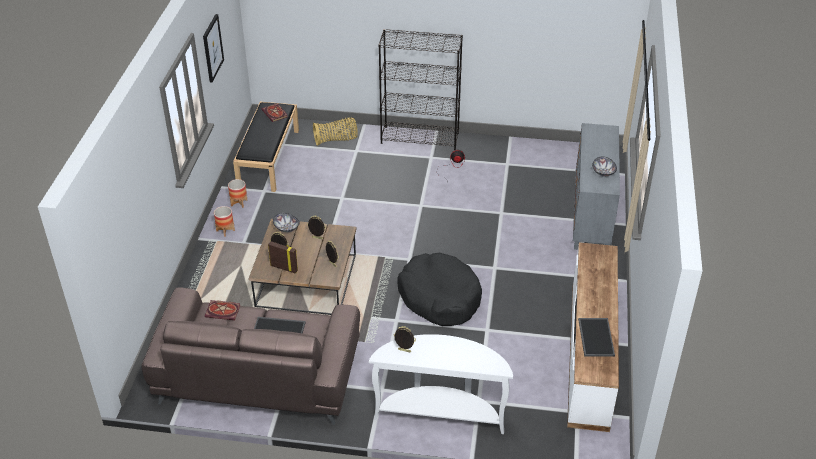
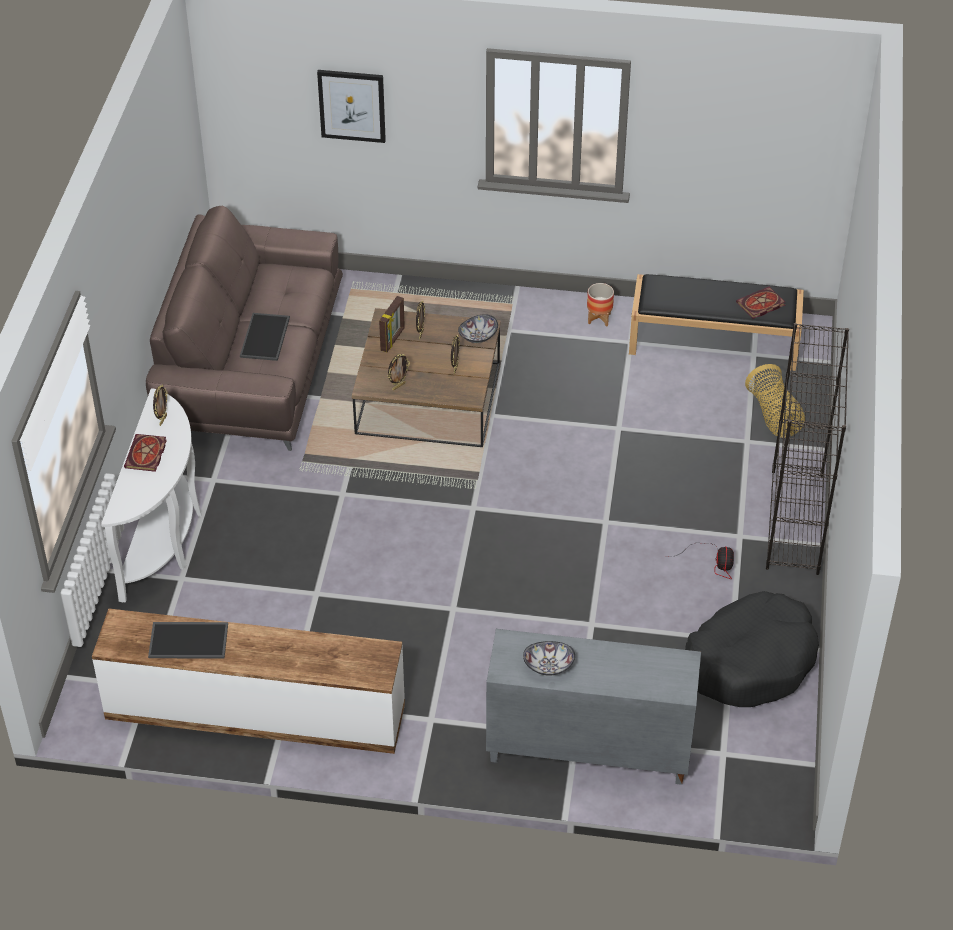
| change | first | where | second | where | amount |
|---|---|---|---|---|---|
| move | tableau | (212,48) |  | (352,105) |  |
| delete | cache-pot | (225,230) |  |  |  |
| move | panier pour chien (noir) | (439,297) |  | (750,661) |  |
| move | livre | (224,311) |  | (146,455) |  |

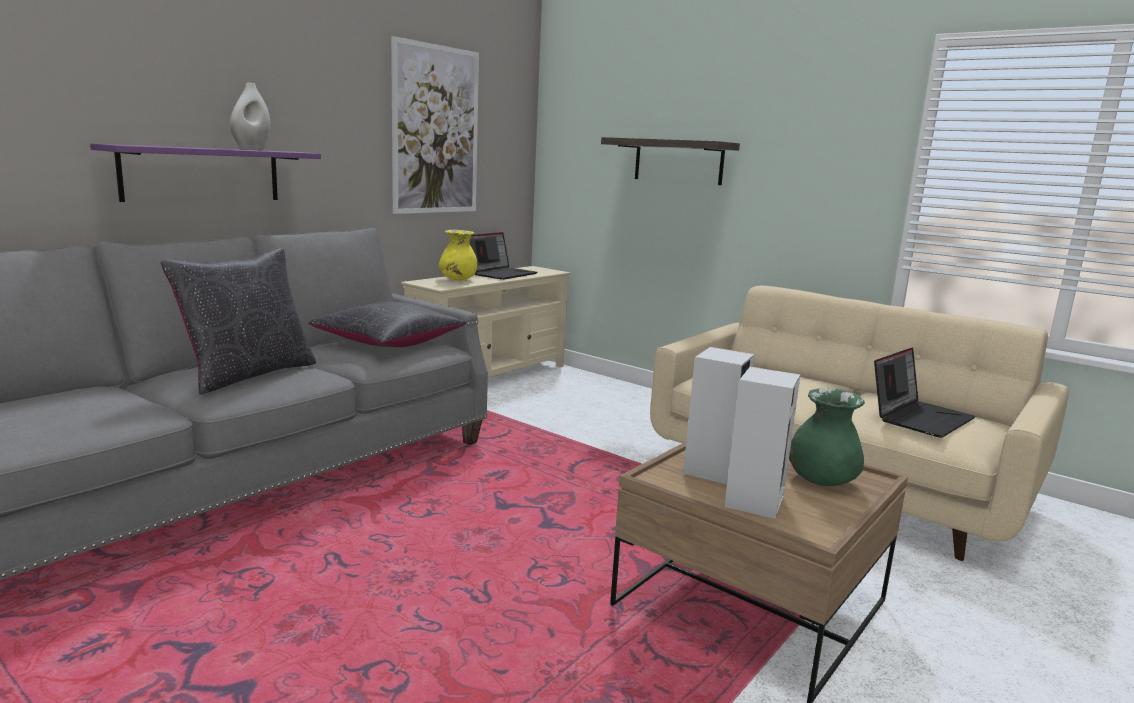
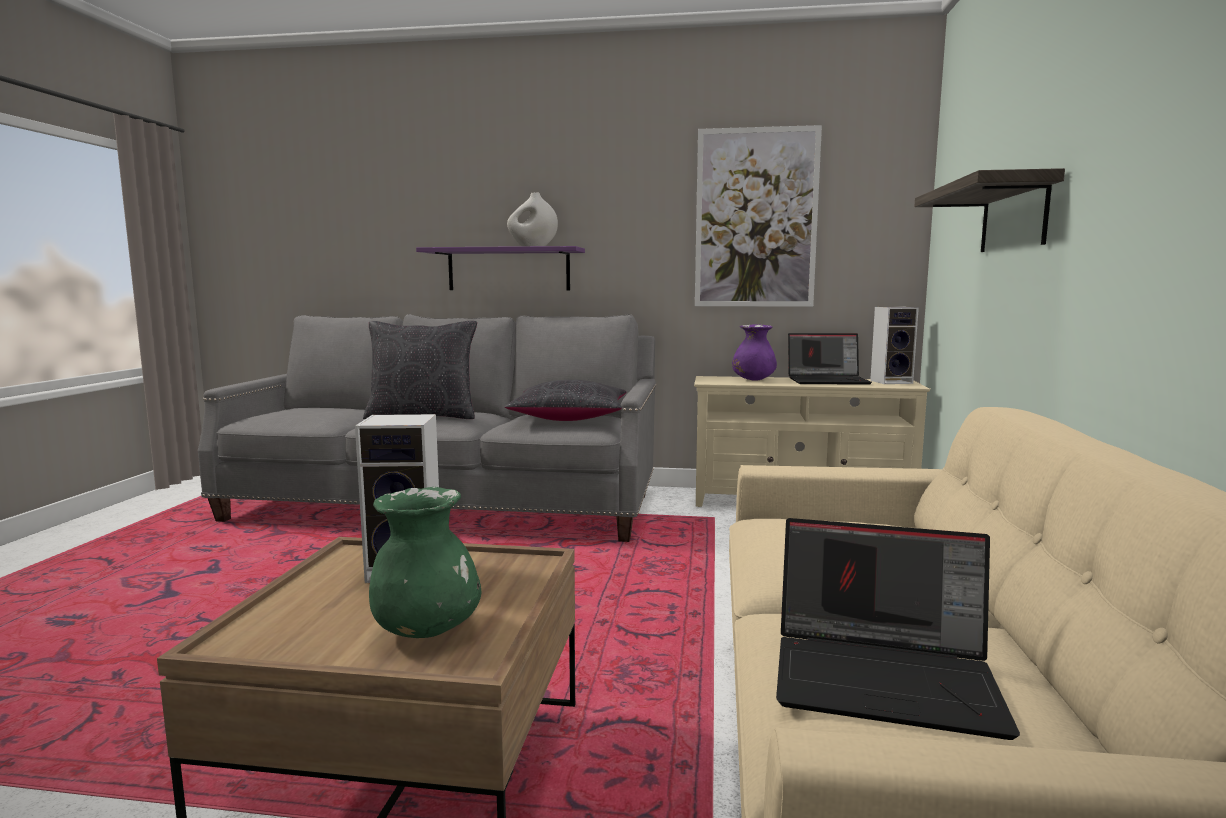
| change | first | where | second | where | amount |
|---|---|---|---|---|---|
| recolor | vase (jaune) | (458,280) | vase (violet) | (753,380) |  |
| move | enceinte | (753,500) |  | (892,382) |  |

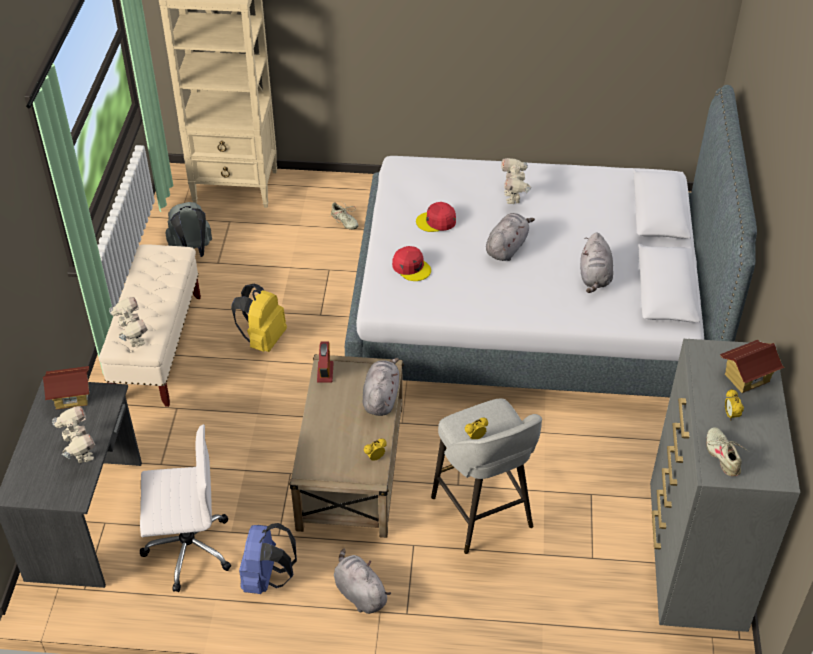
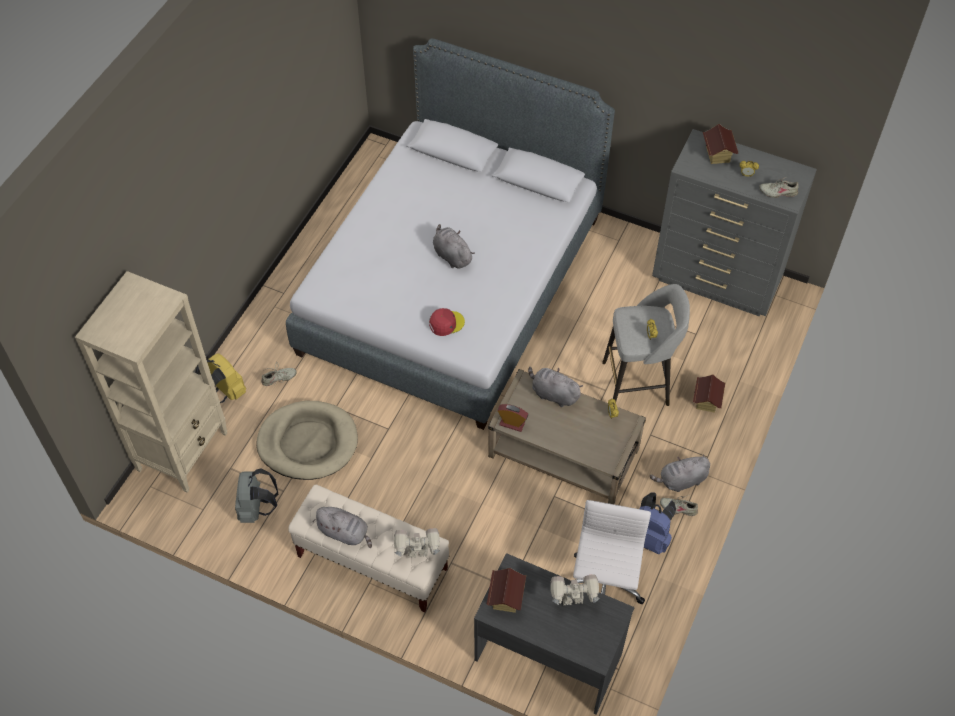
| change | first | where | second | where | amount |
|---|---|---|---|---|---|
| delete | robot jouet | (513,197) |  |  |  |
| delete | casquette (rouge) | (436,221) |  |  |  |
| move | peluche (gris) | (594,277) |  | (345,533) |  |
| move | sac à dos (jaune) | (263,339) |  | (225,392) |  |
| insert |  |  | maison miniature | (706,401) |  |
| insert |  |  | panier pour chien (beige) | (308,442) |  |
| insert |  |  | chaussure (beige) | (678,508) |  |

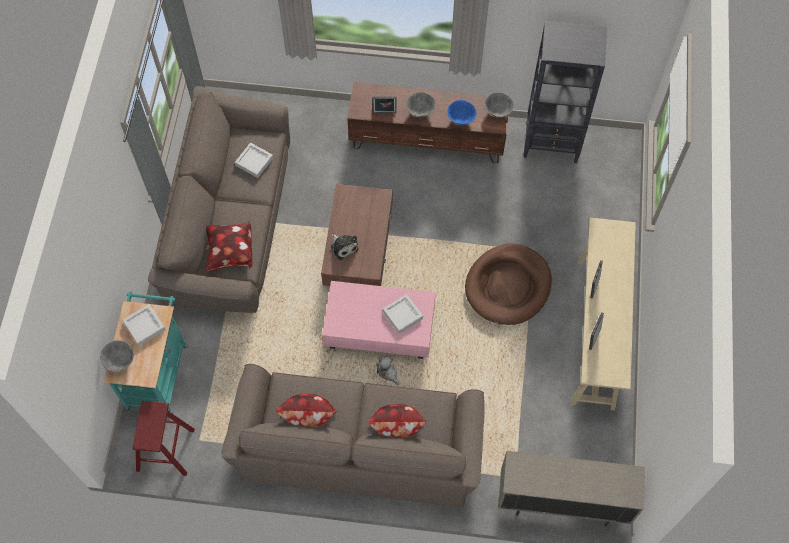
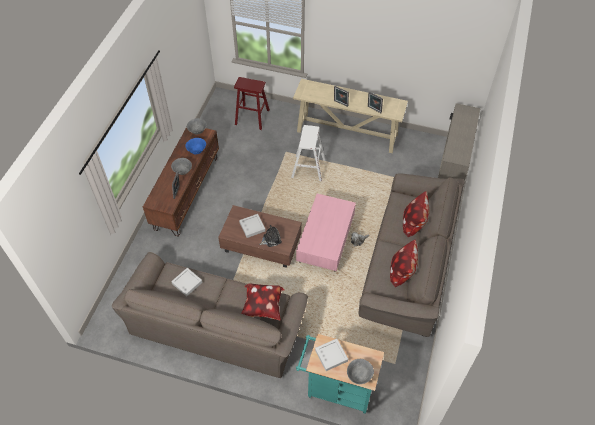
| change | first | where | second | where | amount |
|---|---|---|---|---|---|
| delete | bibliothèque (noir) | (552,143) |  |  |  |
| replace | panier pour chien (marron) | (508,286) | tabouret (blanc) | (308,168) |  |
| move | plateau (gris) | (402,315) |  | (252,227) |  |
| move | tabouret (rouge) | (165,450) |  | (252,117) |  |

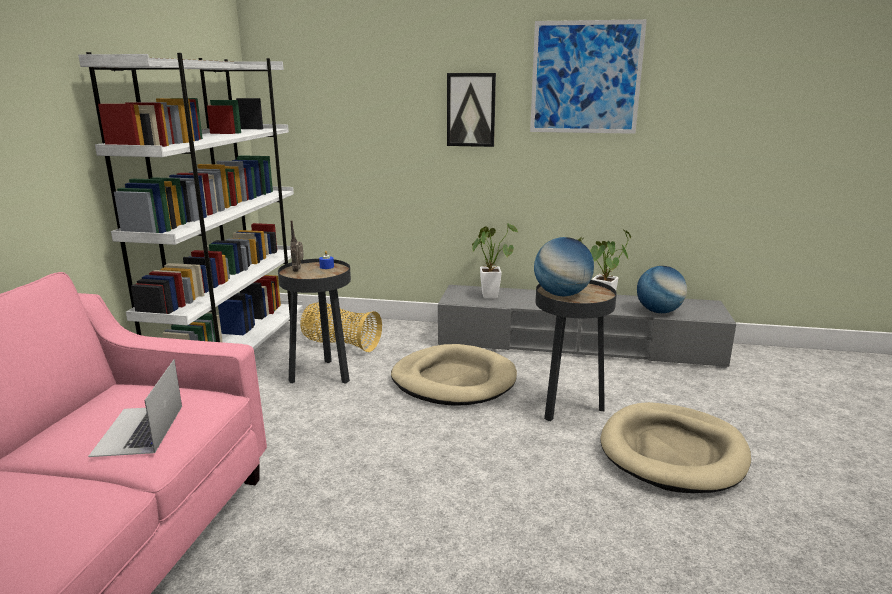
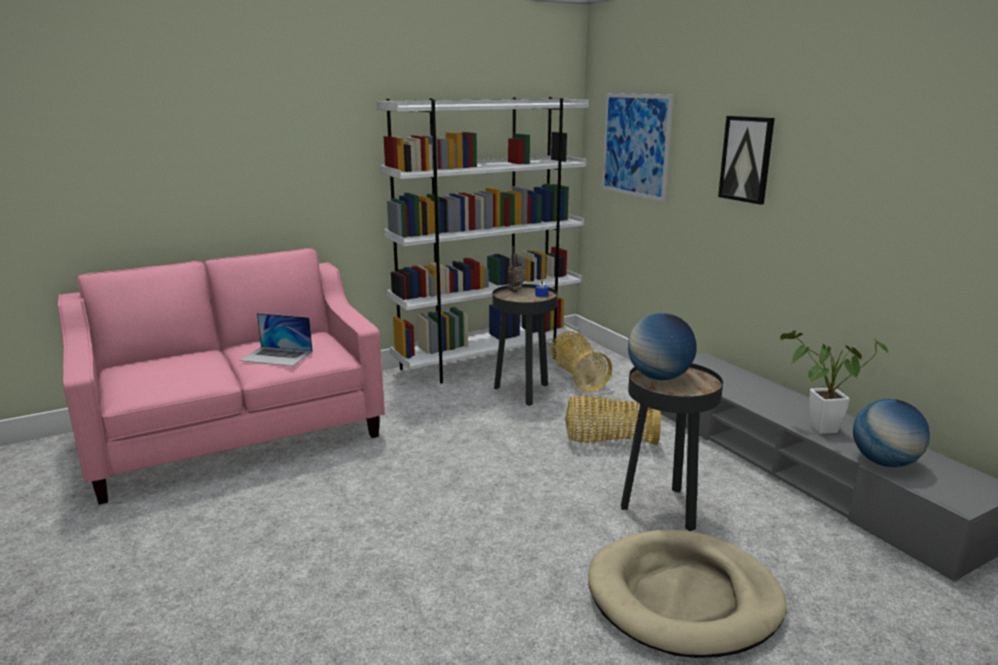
| change | first | where | second | where | amount |
|---|---|---|---|---|---|
| move | tableau | (585,78) |  | (635,145) |  |
| delete | plante en pot | (489,295) |  |  |  |
| replace | panier pour chien (beige) | (453,380) | panier | (609,441) |  |
| rotate | ordinateur portable | (139,430) |  | (277,356) | 120 degrees counterclockwise |

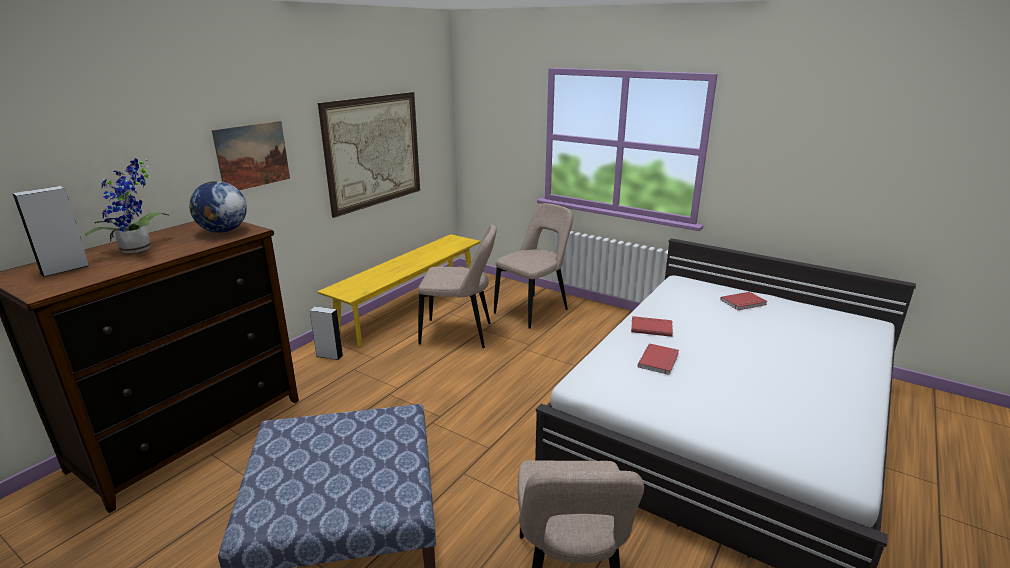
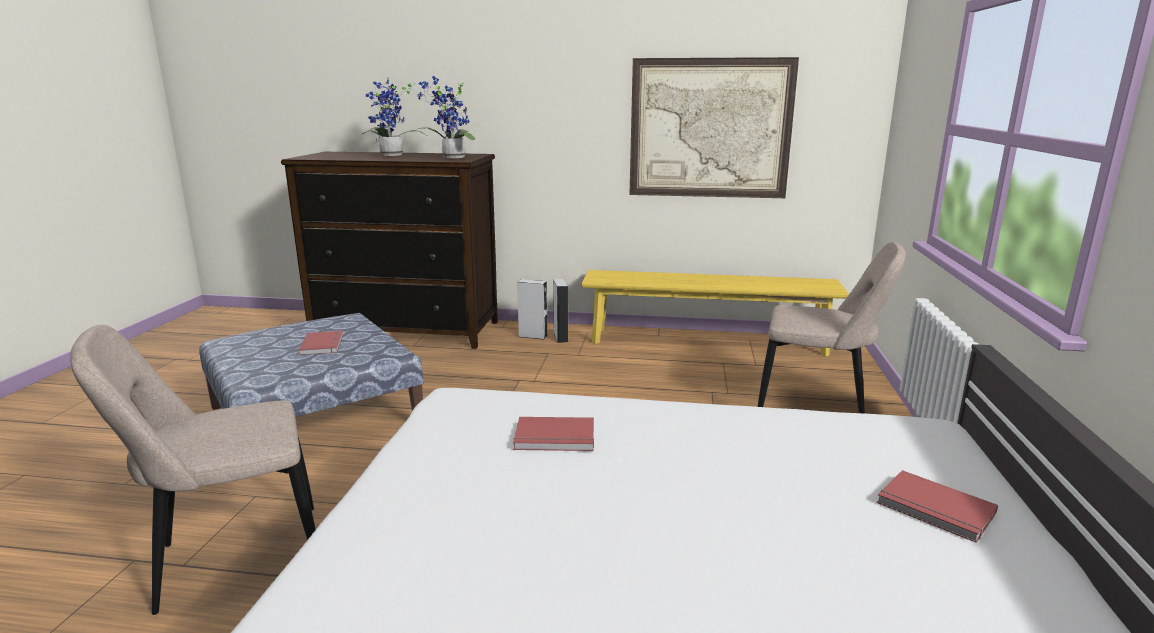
| change | first | where | second | where | amount |
|---|---|---|---|---|---|
| delete | tableau | (253,156) |  |  |  |
| replace | globe | (223,231) | plante en pot | (451,158) |  |
| move | enceinte (gris) | (65,269) |  | (533,336) |  |
| delete | chaise (beige) | (460,334) |  |  |  |
| move | livre (rouge) | (651,327) |  | (323,344) |  |

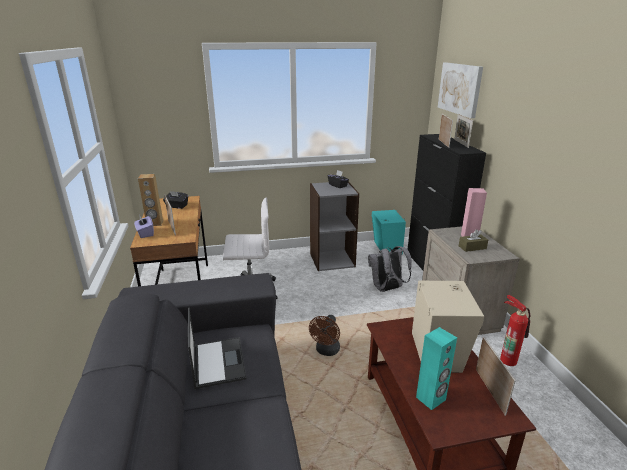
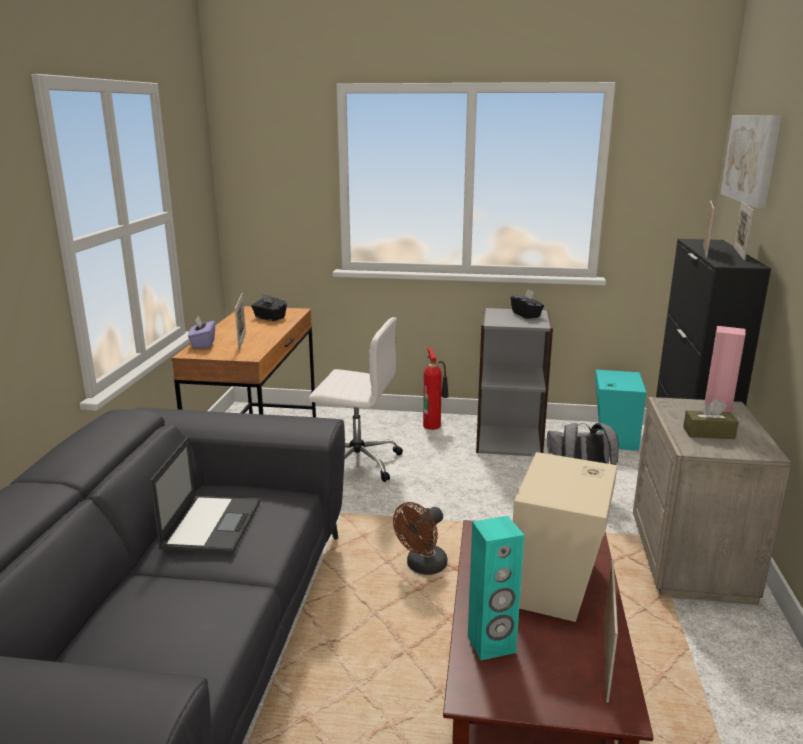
| change | first | where | second | where | amount |
|---|---|---|---|---|---|
| delete | enceinte (marron) | (155,223) |  |  |  |
| move | extincteur | (508,359) |  | (433,425) |  |

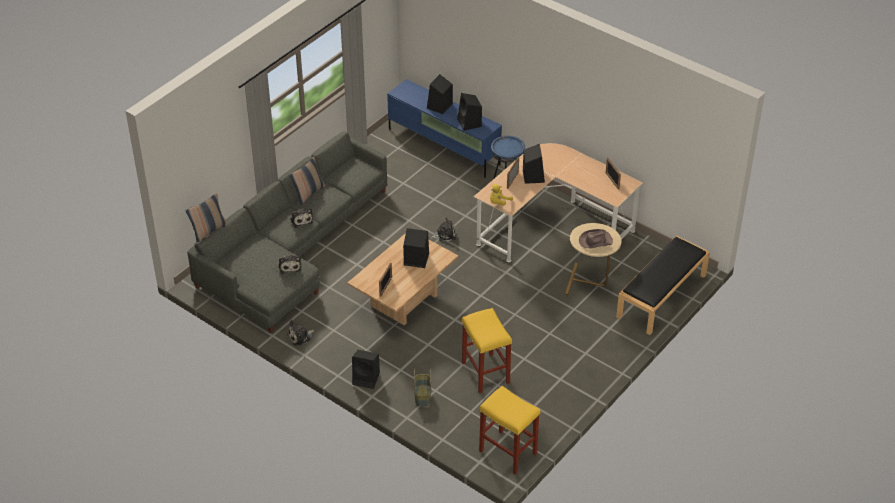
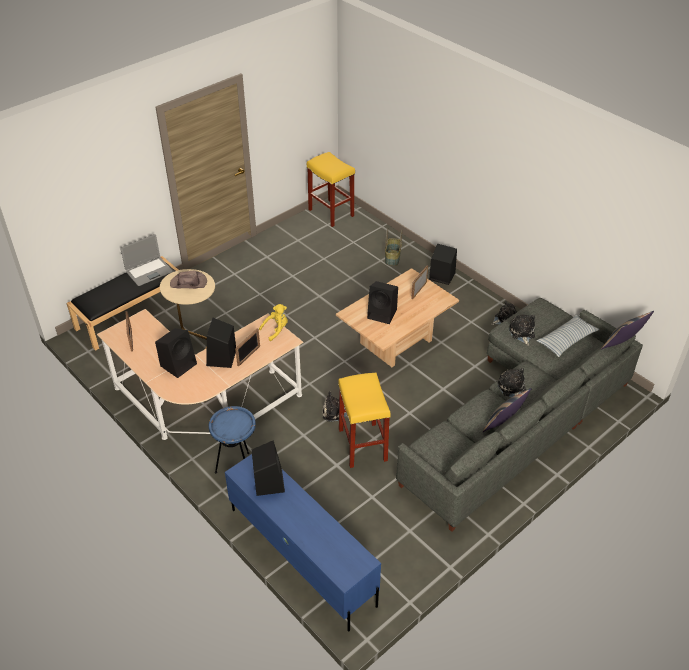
| change | first | where | second | where | amount |
|---|---|---|---|---|---|
| move | enceinte (noir) | (439,106) |  | (179,364) |  |
| move | tabouret (jaune) | (486,373) |  | (362,444) |  |
| insert |  |  | ordinateur portable | (149,272) |  |
| insert |  |  | coussin | (566,340) |  |

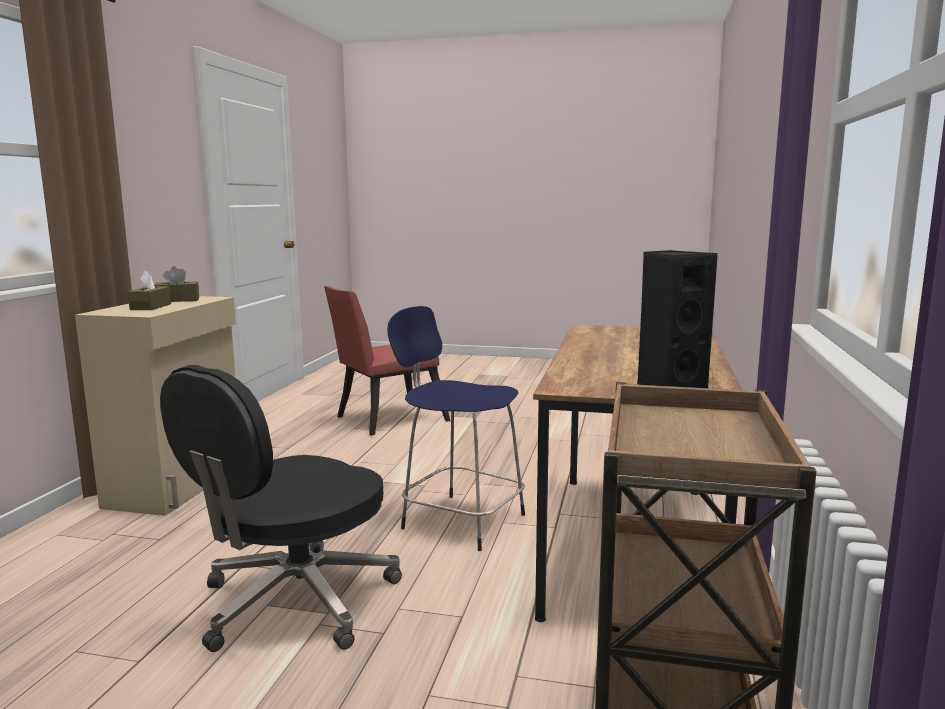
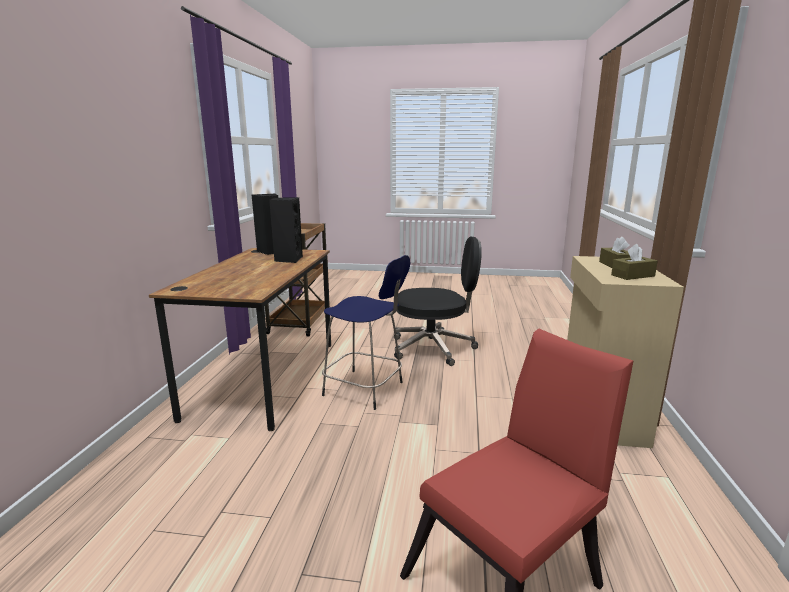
| change | first | where | second | where | amount |
|---|---|---|---|---|---|
| rotate | chaise de bureau (noir) | (294,602) |  | (434,347) | 60 degrees clockwise |
| insert |  |  | enceinte (noir) | (288,259) |  |

